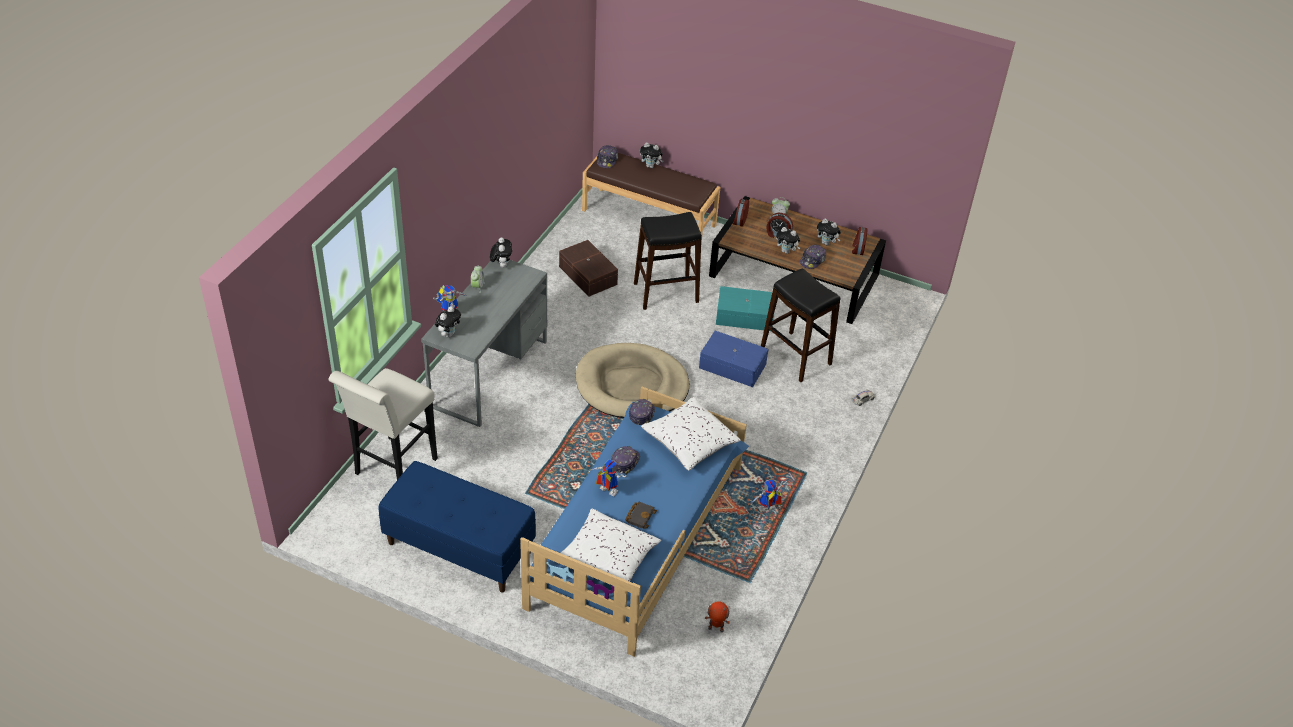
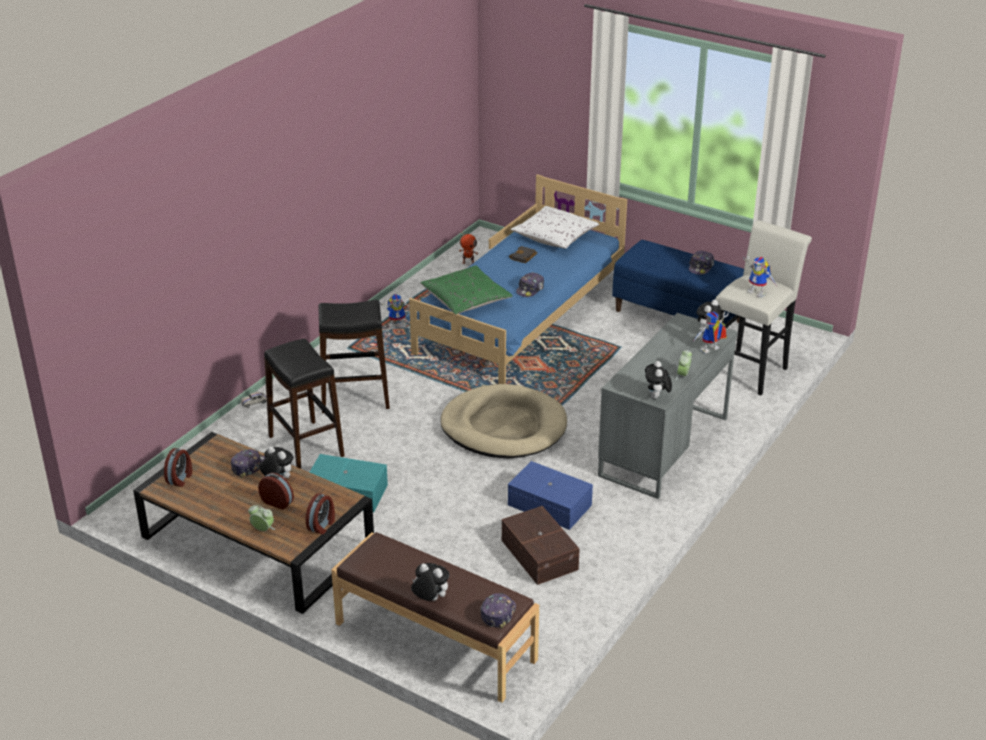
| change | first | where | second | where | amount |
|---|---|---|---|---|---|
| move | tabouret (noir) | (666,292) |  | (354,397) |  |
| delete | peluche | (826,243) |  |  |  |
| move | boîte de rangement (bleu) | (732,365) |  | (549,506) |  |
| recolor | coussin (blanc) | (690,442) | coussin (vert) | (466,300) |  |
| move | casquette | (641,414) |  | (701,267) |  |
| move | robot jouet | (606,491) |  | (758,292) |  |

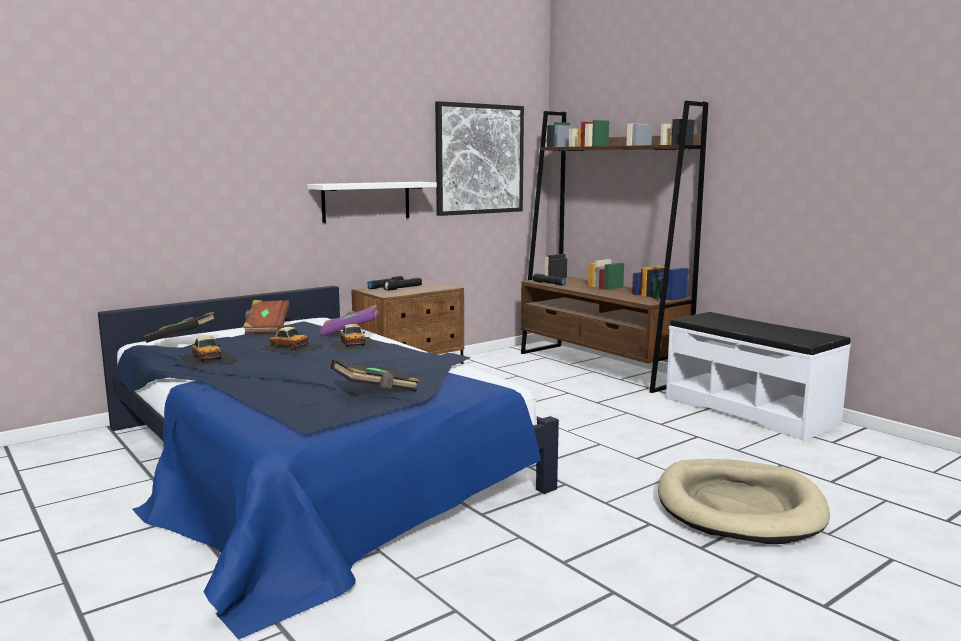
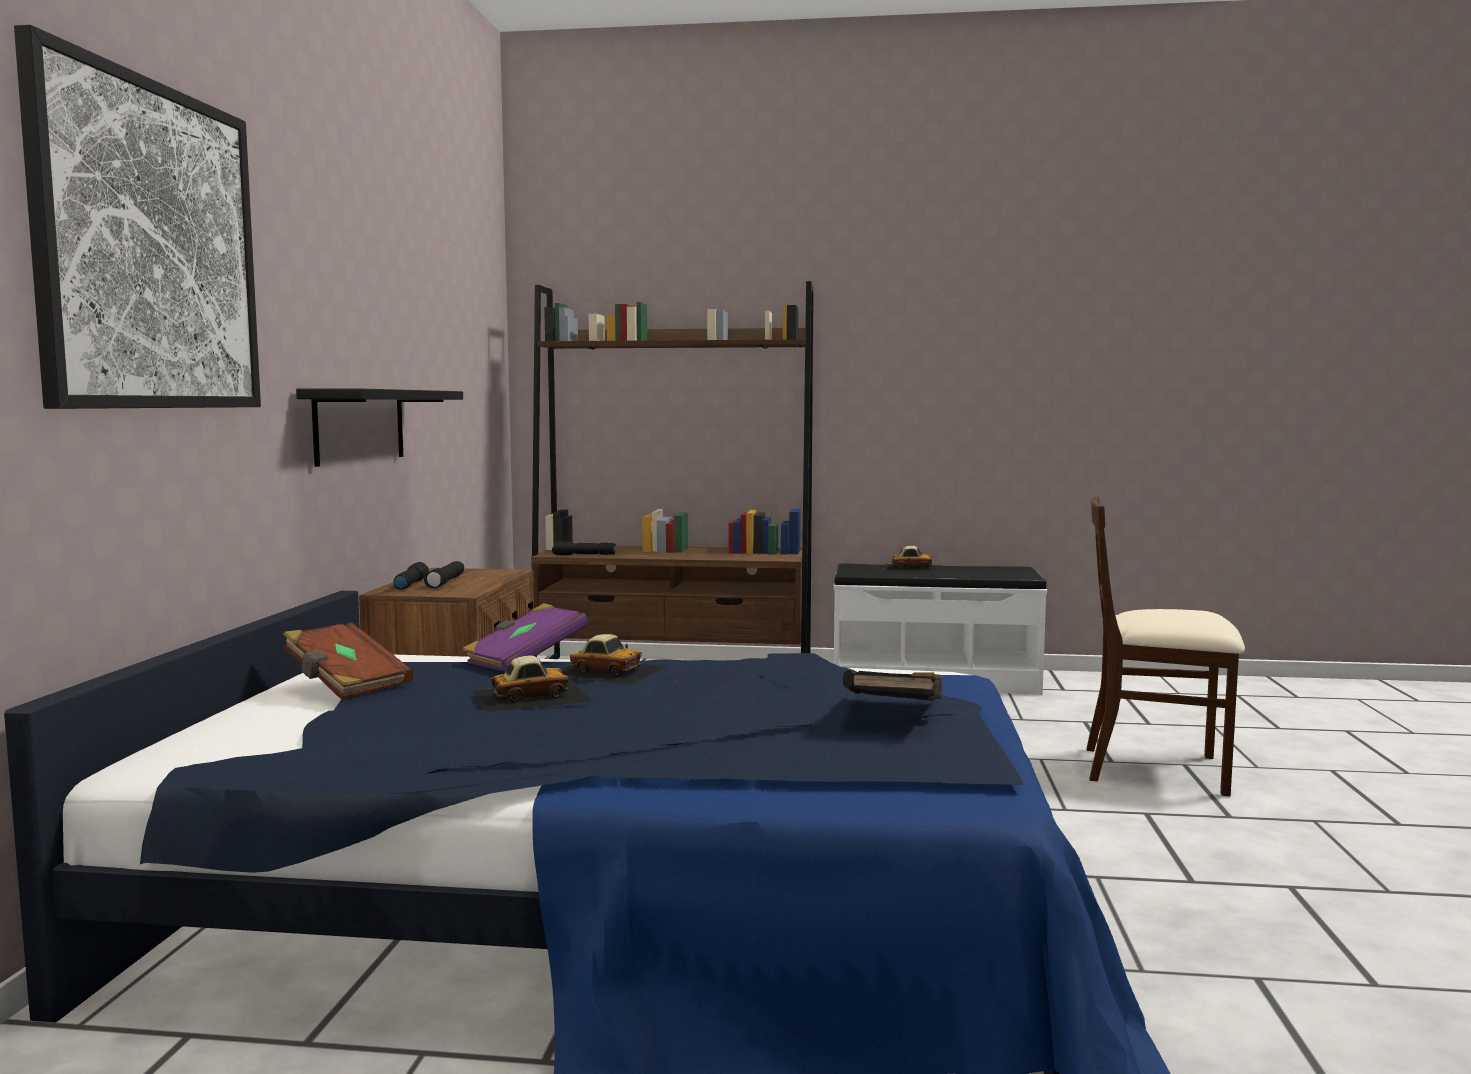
| change | first | where | second | where | amount |
|---|---|---|---|---|---|
| move | tableau | (479,159) |  | (150,247) |  |
| recolor | étagère (blanc) | (366,201) | étagère (noir) | (360,425) |  |
| delete | livre (noir) | (182,340) |  |  |  |
| move | petite voiture | (208,357) |  | (912,568) |  |
| replace | panier pour chien (beige) | (739,506) | chaise (beige) | (1156,769) |  |

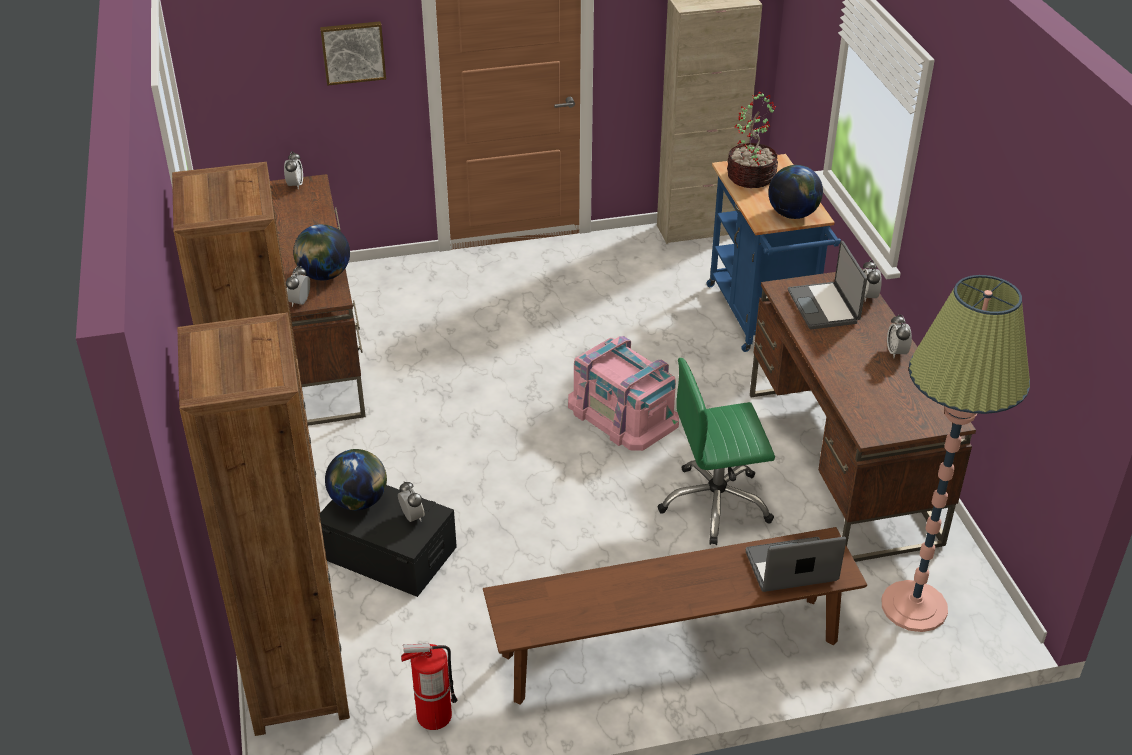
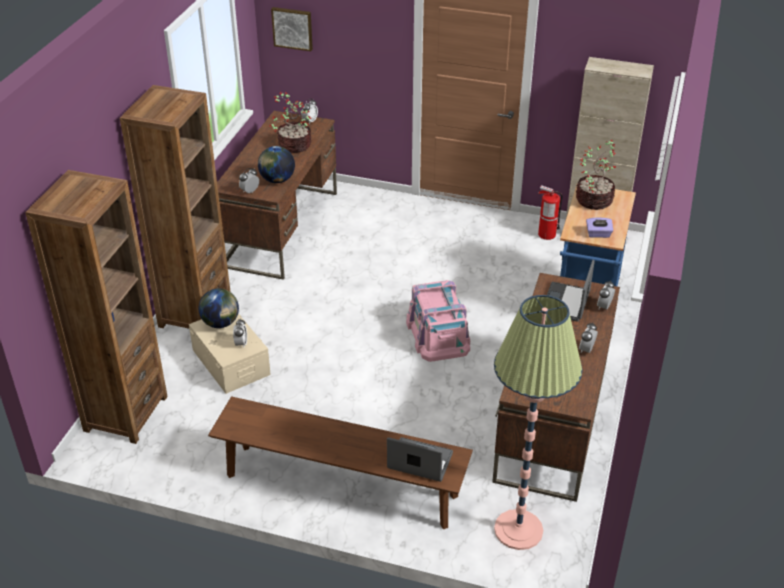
| change | first | where | second | where | amount |
|---|---|---|---|---|---|
| move | tableau | (353,52) |  | (292,28) |  |
| replace | globe | (792,214) | boîte à mouchoirs (violet) | (598,234) |  |
| delete | chaise de bureau (vert) | (715,504) |  |  |  |
| recolor | boîte de rangement (noir) | (388,552) | boîte de rangement (beige) | (231,362) |  |
| move | extincteur | (433,716) |  | (546,234) |  |
| insert |  |  | plante en pot | (293,145) |  |

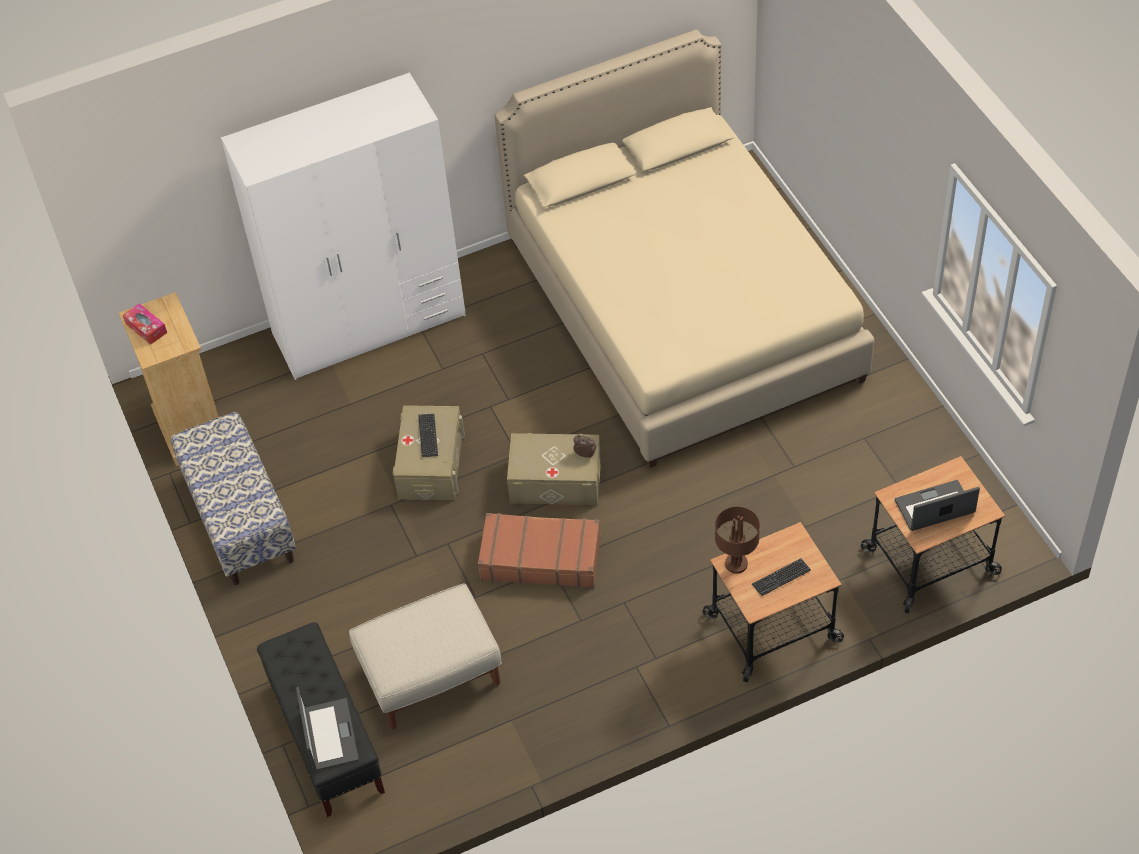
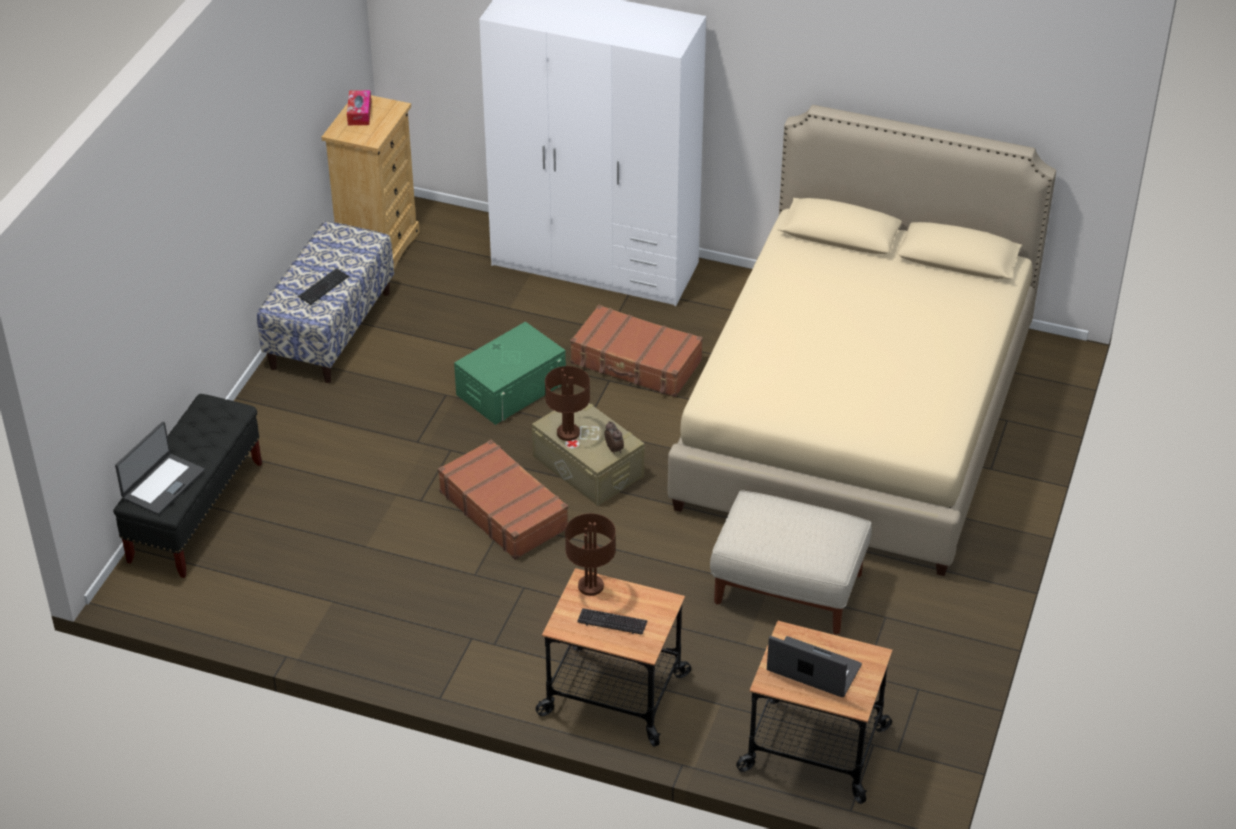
| change | first | where | second | where | amount |
|---|---|---|---|---|---|
| recolor | boîte de rangement (beige) | (430,464) | boîte de rangement (vert) | (511,388) |  |
| move | clavier | (428,436) |  | (323,287) |  |
| move | pouf (beige) | (431,675) |  | (788,588) |  |
| insert |  |  | valise (marron) | (636,363) |  |
| insert |  |  | lampe de table (marron) | (568,432) |  |

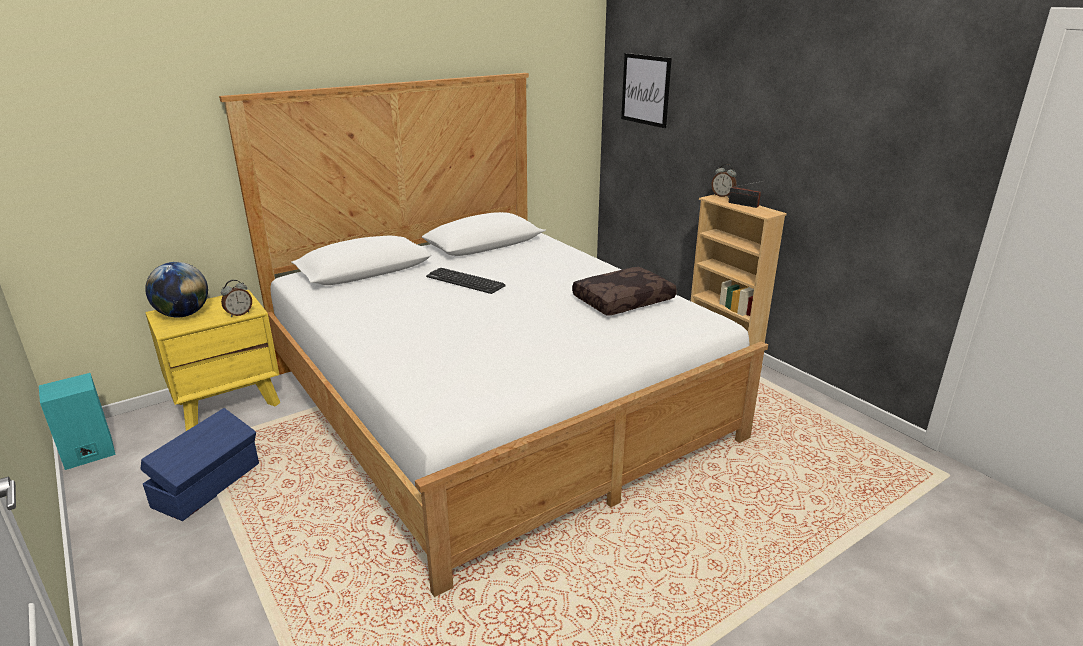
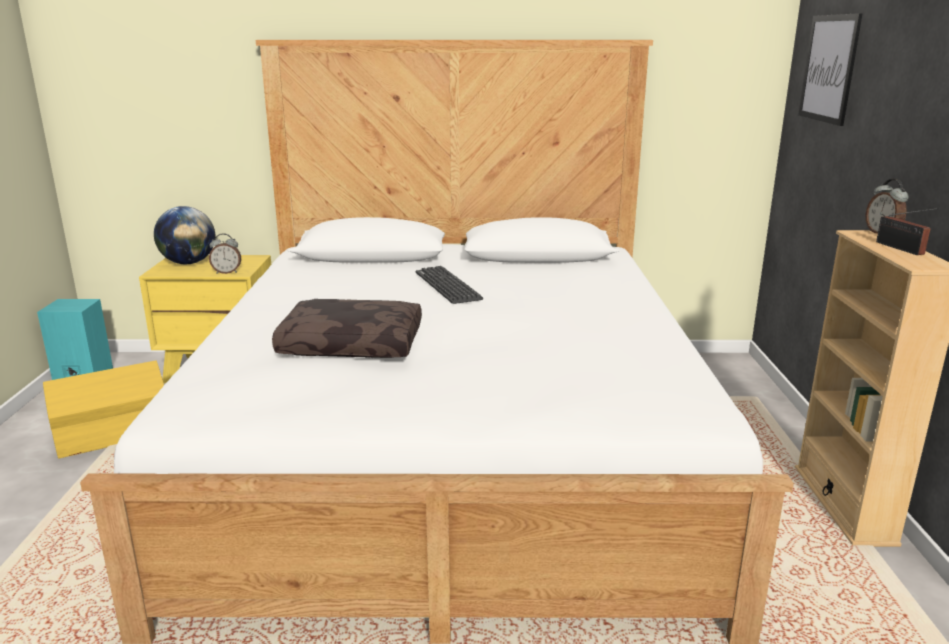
| change | first | where | second | where | amount |
|---|---|---|---|---|---|
| move | coussin (marron) | (623,300) |  | (353,344) |  |
| recolor | boîte de rangement (bleu) | (209,485) | boîte de rangement (jaune) | (115,435) |  |

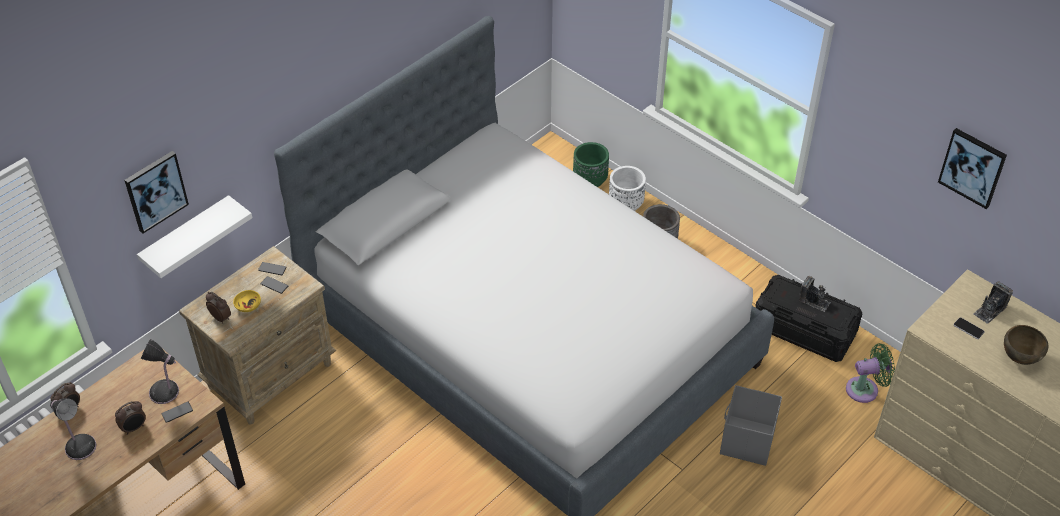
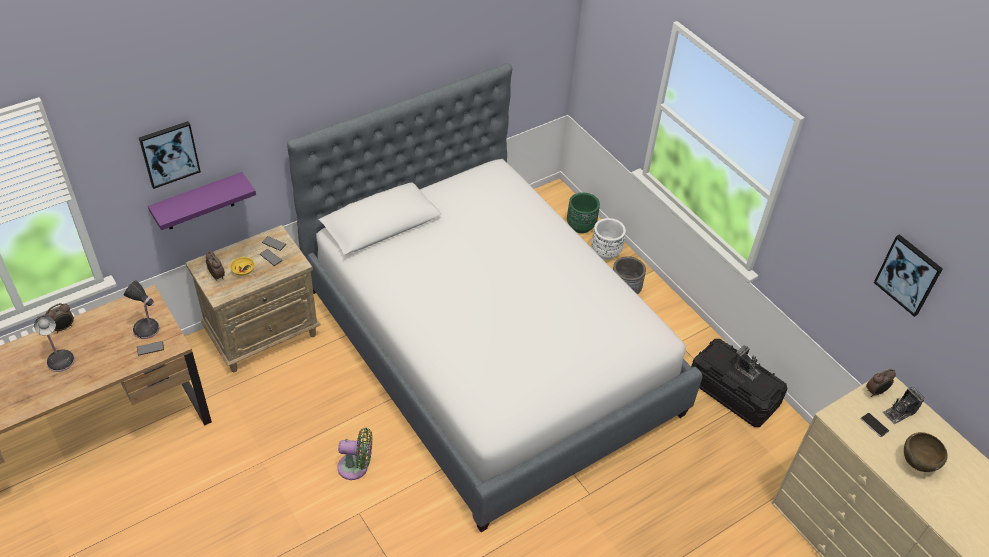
| change | first | where | second | where | amount |
|---|---|---|---|---|---|
| recolor | étagère (blanc) | (187,239) | étagère (violet) | (198,202) |  |
| move | ventilateur (vert) | (865,389) |  | (356,467) |  |
| delete | boîte de rangement (gris) | (746,441) |  |  |  |
| move | réveil | (134,428) |  | (875,392) |  |

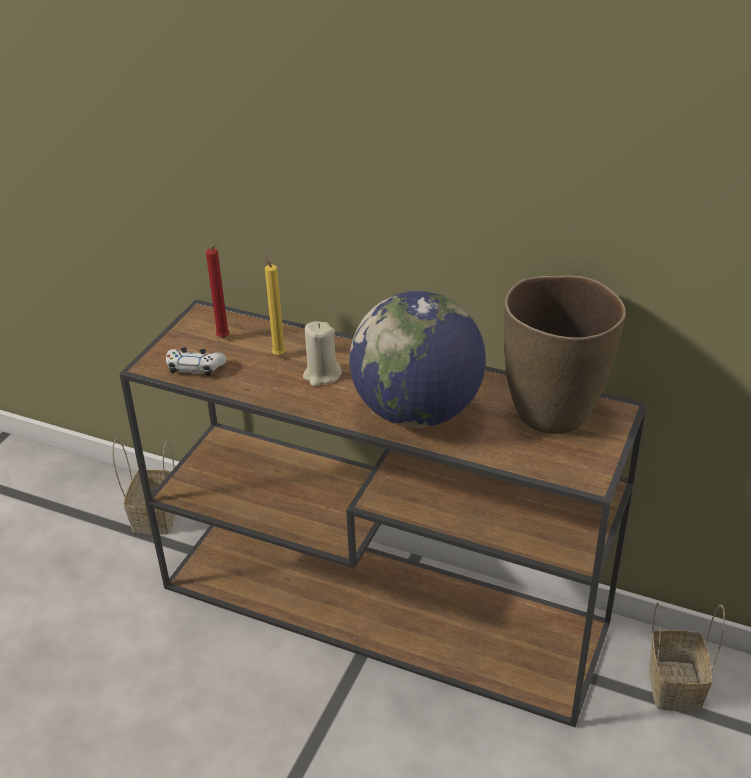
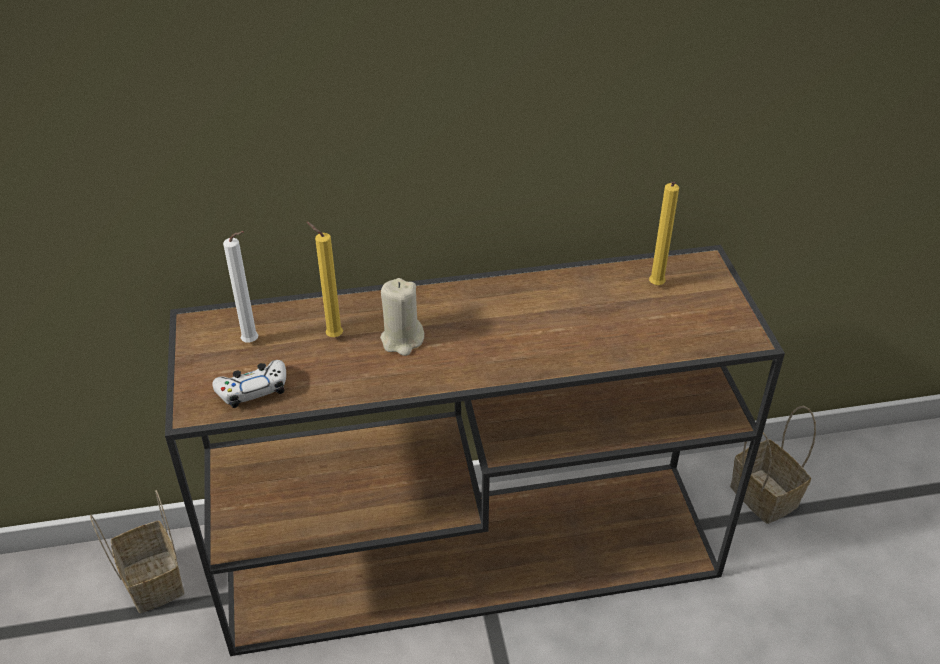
| change | first | where | second | where | amount |
|---|---|---|---|---|---|
| recolor | bougie (rouge) | (224,339) | bougie (blanc) | (253,342) |  |
| replace | vase (marron) | (553,412) | bougie (jaune) | (655,287) |  |
| delete | globe | (417,412) |  |  |  |

